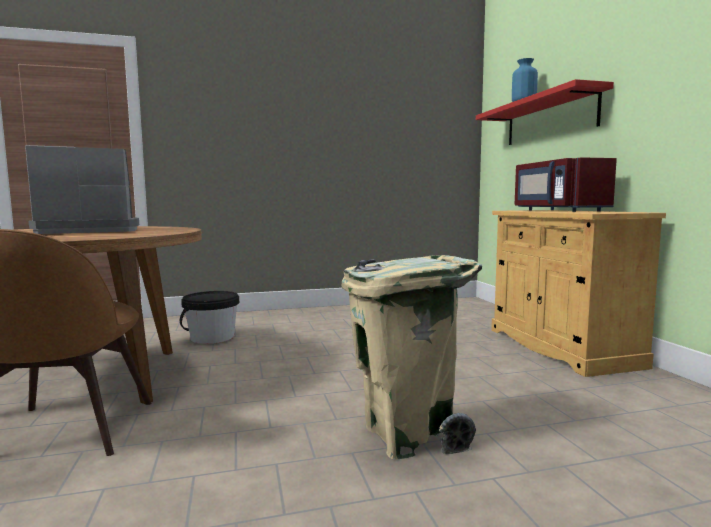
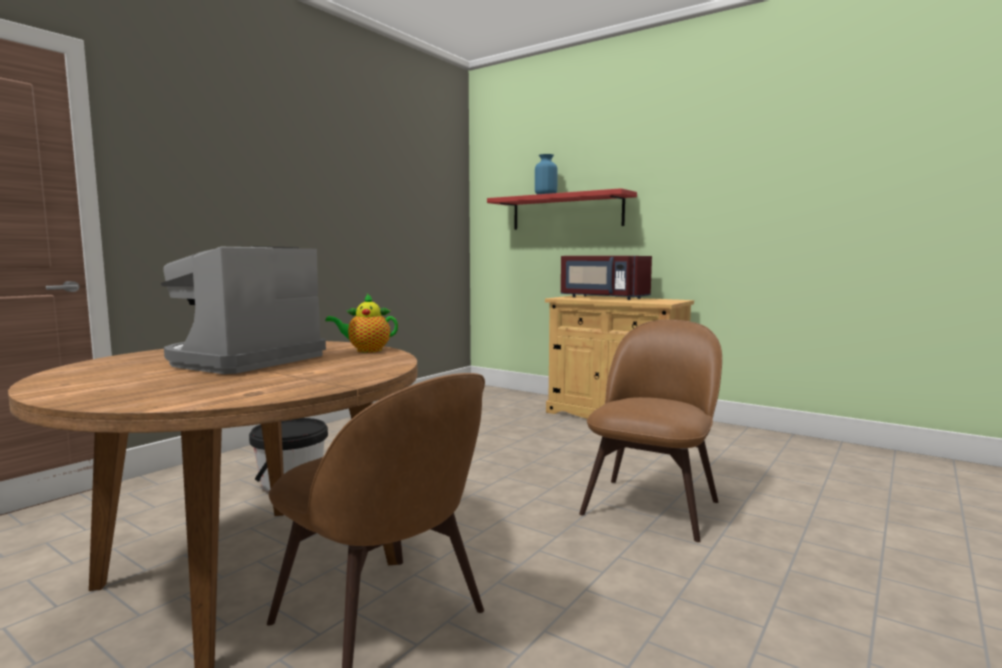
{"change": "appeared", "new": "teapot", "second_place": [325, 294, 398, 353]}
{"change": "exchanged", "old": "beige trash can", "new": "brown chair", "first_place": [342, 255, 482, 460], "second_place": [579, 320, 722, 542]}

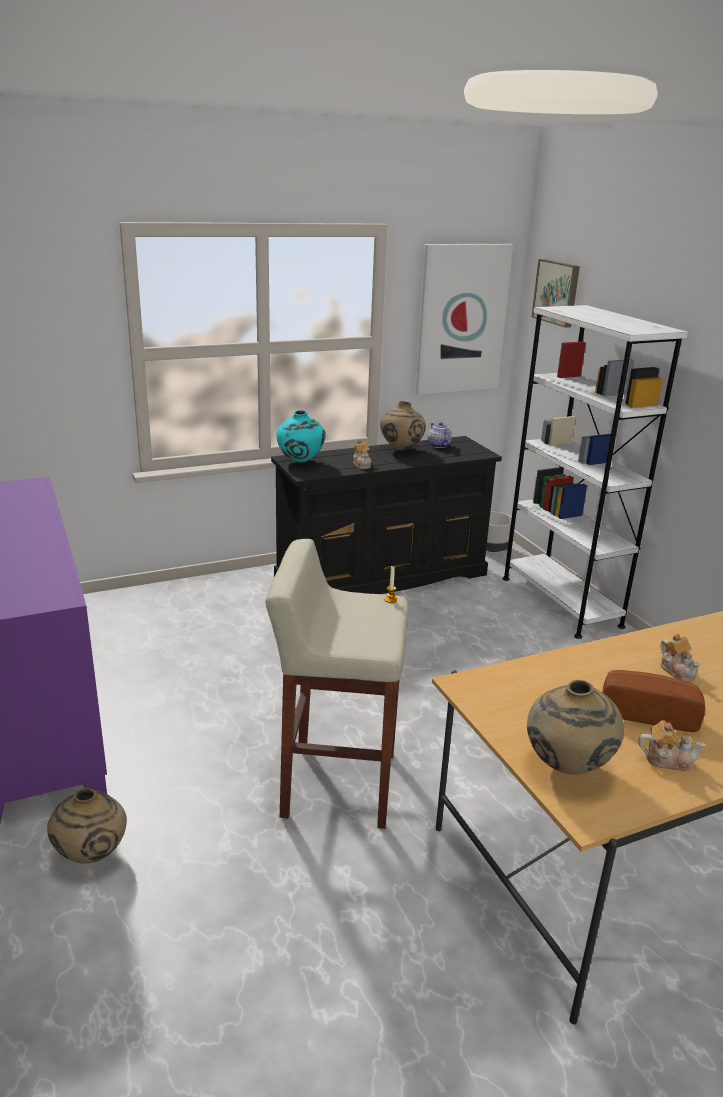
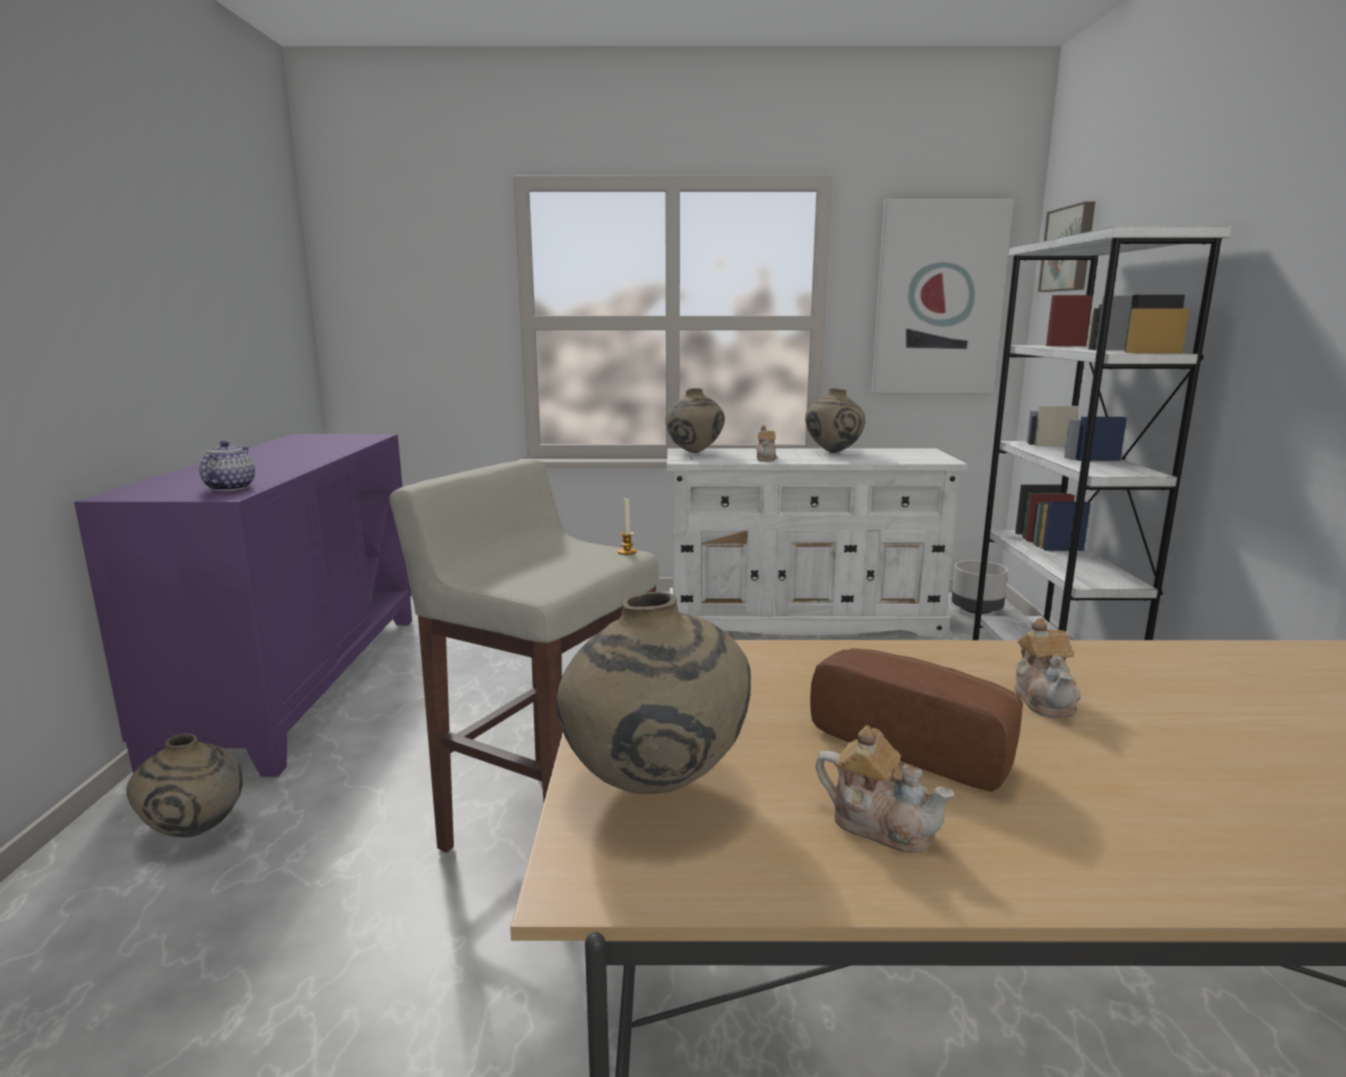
{"change": "relocated", "old": "teapot", "first_place": [427, 422, 452, 448], "second_place": [199, 441, 255, 491]}
{"change": "colour", "old": "black dresser", "new": "white dresser", "first_place": [271, 436, 502, 594], "second_place": [667, 448, 968, 636]}
{"change": "colour", "old": "turquoise vase", "new": "beige vase", "first_place": [276, 410, 326, 463], "second_place": [665, 388, 725, 453]}

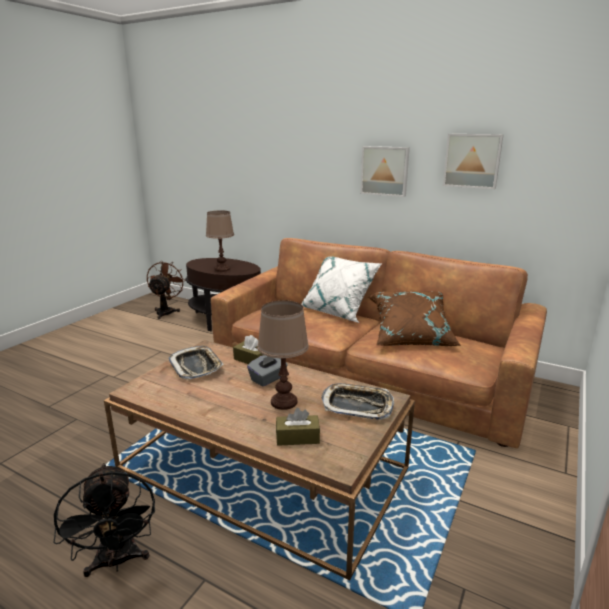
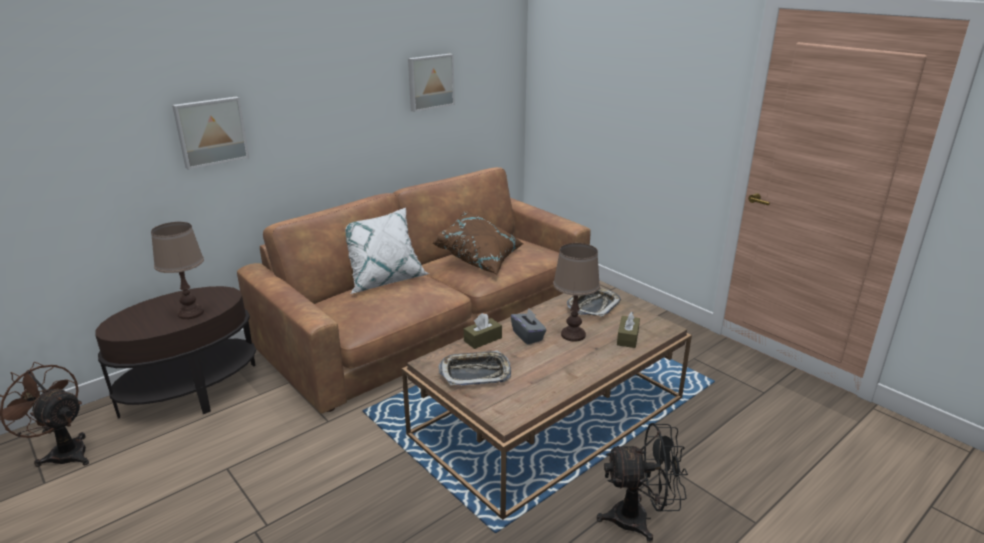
{"change": "relocated", "old": "picture", "first_place": [360, 146, 410, 197], "second_place": [172, 97, 249, 170]}

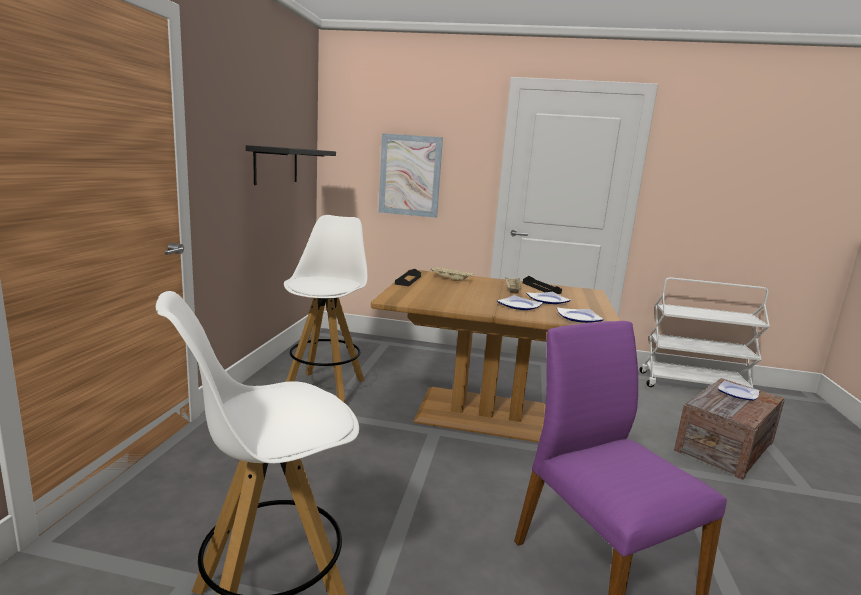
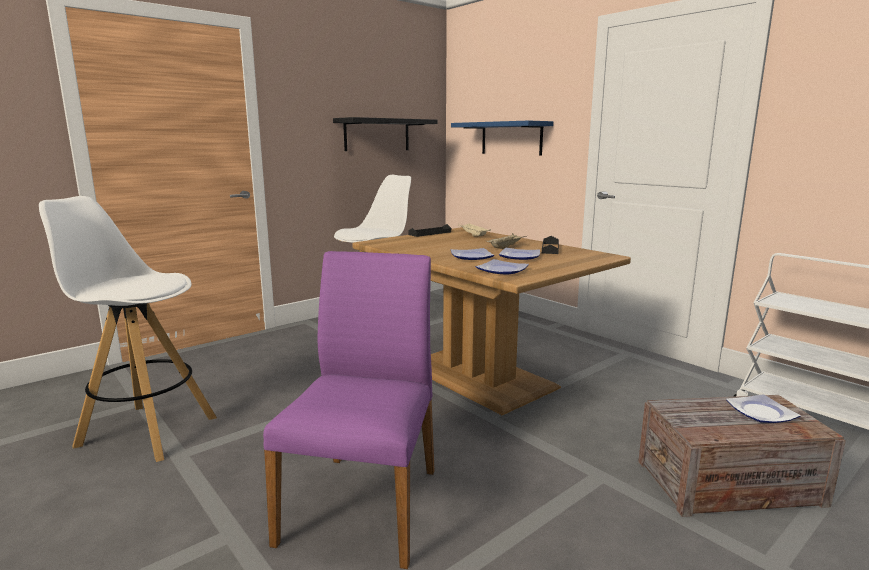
{"change": "exchanged", "old": "picture", "new": "blue shelf", "first_place": [379, 133, 443, 218], "second_place": [451, 120, 553, 155]}

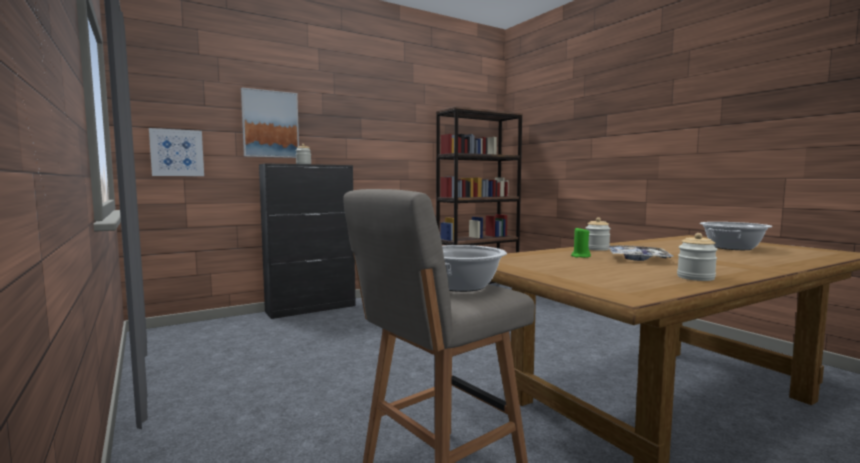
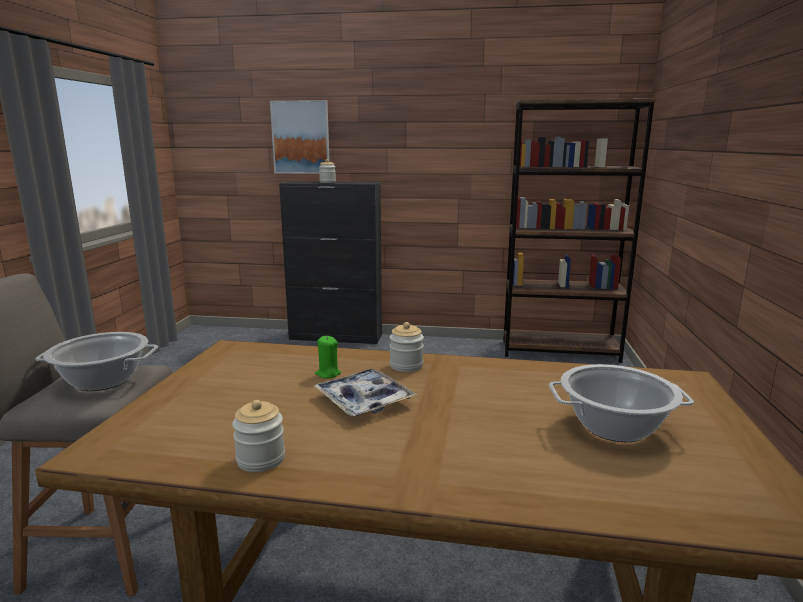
{"change": "missing", "old": "picture", "first_place": [149, 128, 204, 176]}

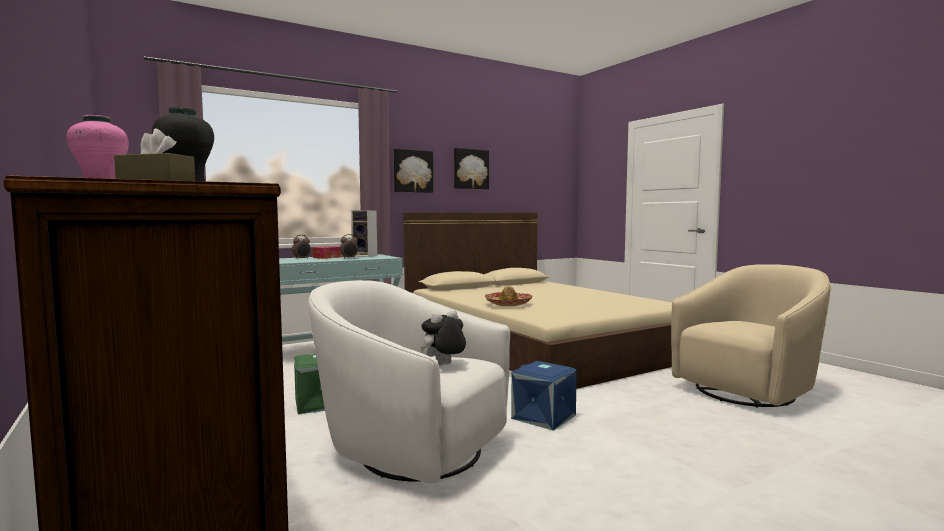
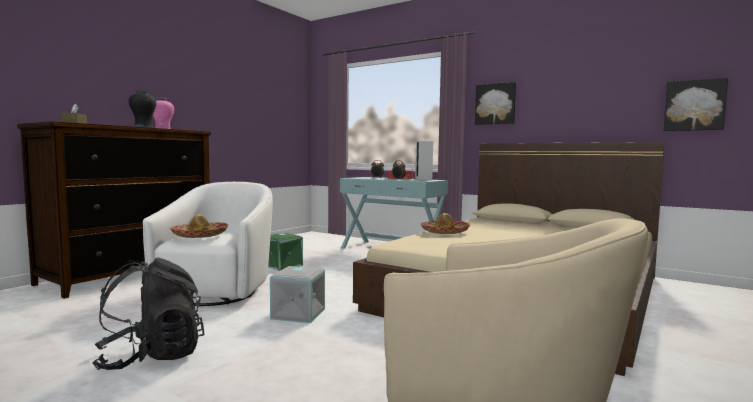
{"change": "appeared", "new": "black backpack", "second_place": [93, 257, 204, 370]}
{"change": "relocated", "old": "picture", "first_place": [454, 148, 489, 189], "second_place": [664, 78, 728, 131]}
{"change": "exchanged", "old": "plush toy", "new": "hat", "first_place": [420, 310, 466, 366], "second_place": [170, 214, 228, 238]}
{"change": "colour", "old": "blue storage box", "new": "grey storage box", "first_place": [511, 361, 577, 430], "second_place": [270, 266, 325, 323]}

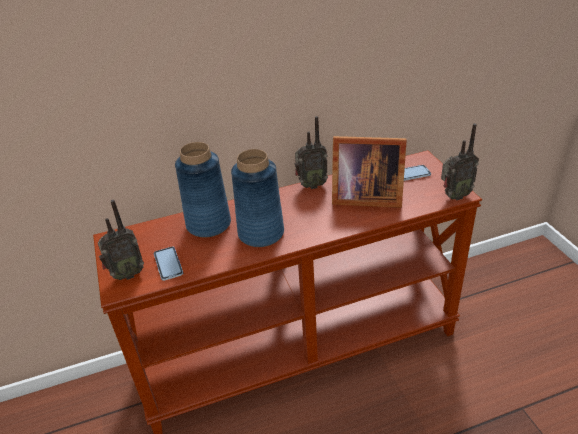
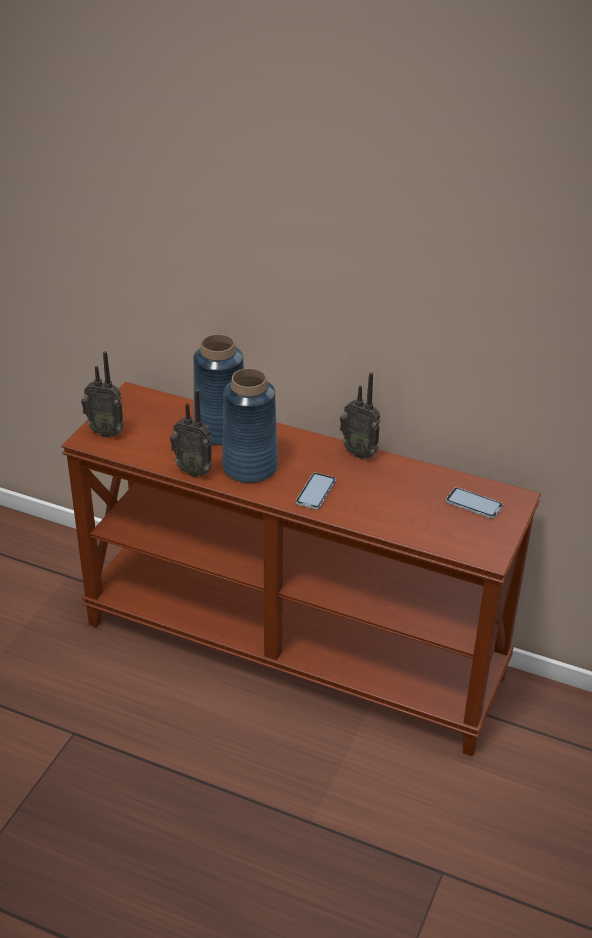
{"change": "missing", "old": "picture frame", "first_place": [332, 136, 407, 208]}
{"change": "relocated", "old": "phone", "first_place": [154, 247, 183, 281], "second_place": [296, 473, 336, 509]}
{"change": "relocated", "old": "radio", "first_place": [441, 123, 479, 200], "second_place": [170, 389, 212, 477]}

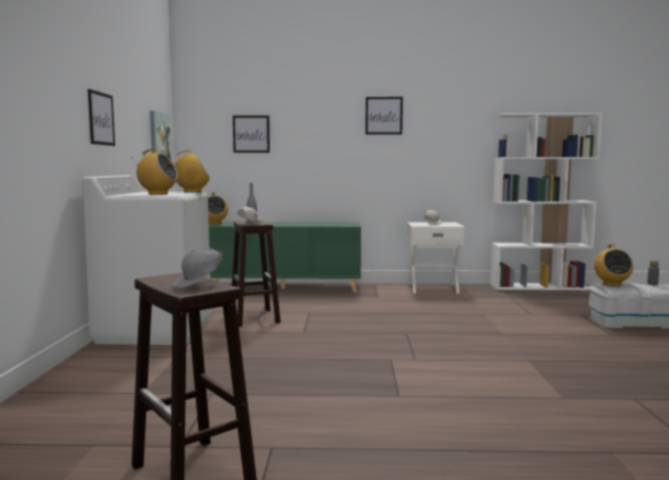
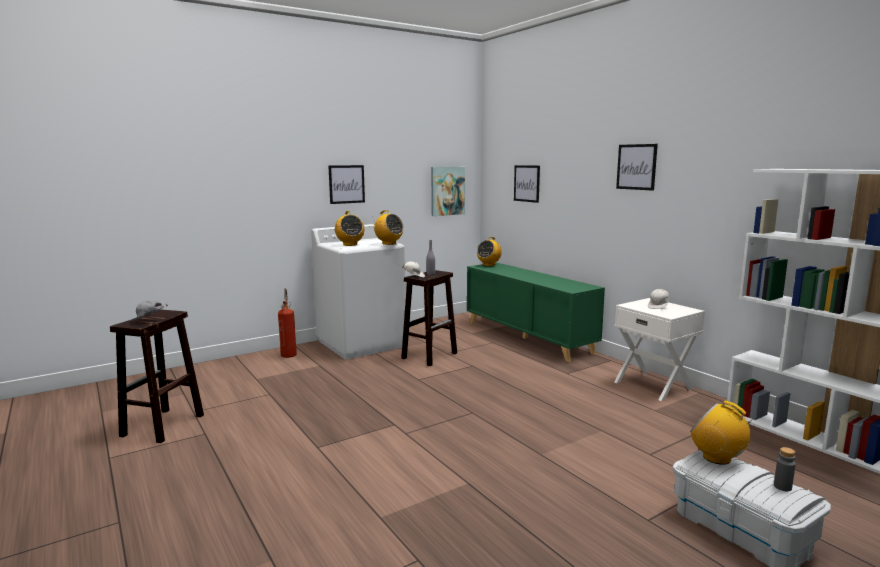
{"change": "appeared", "new": "fire extinguisher", "second_place": [278, 288, 297, 358]}
{"change": "spun", "old": "radio", "first_place": [594, 244, 633, 286], "second_place": [690, 401, 758, 465], "degrees": 75}

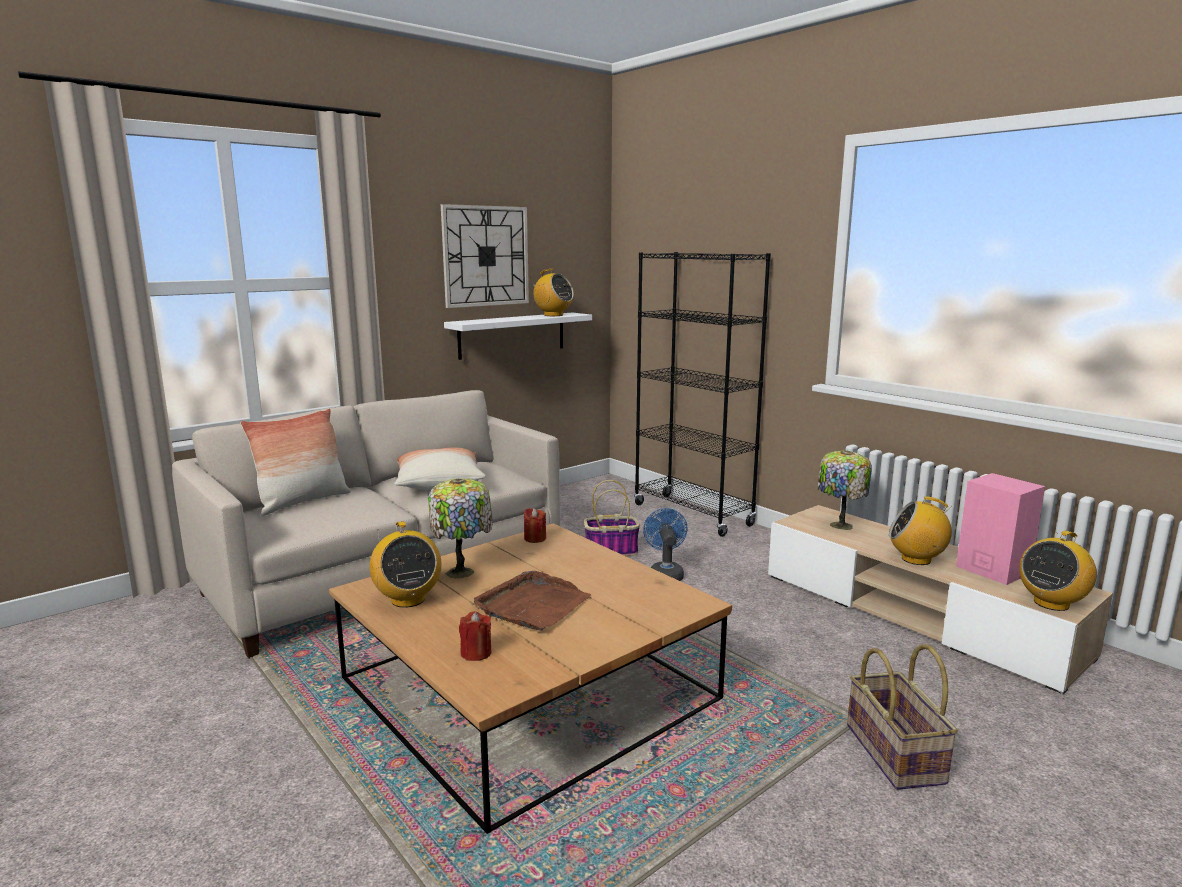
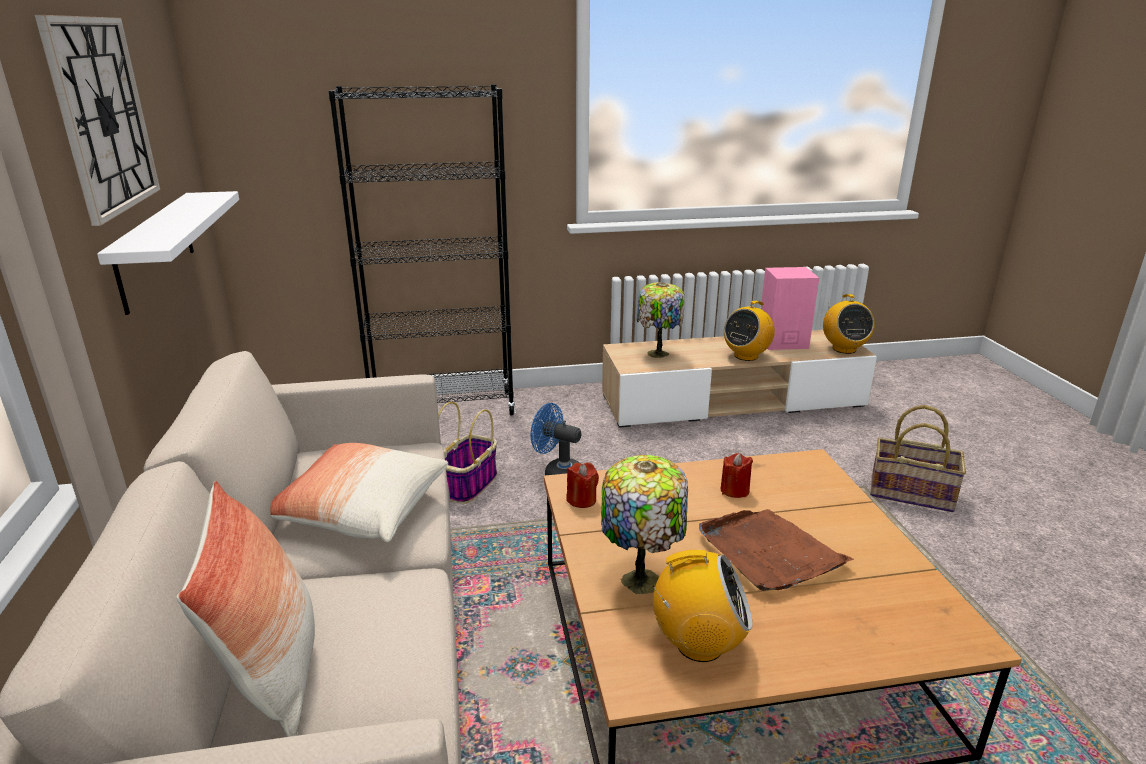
{"change": "missing", "old": "radio", "first_place": [533, 269, 574, 316]}
{"change": "relocated", "old": "red candle", "first_place": [459, 612, 491, 661], "second_place": [720, 453, 753, 498]}

